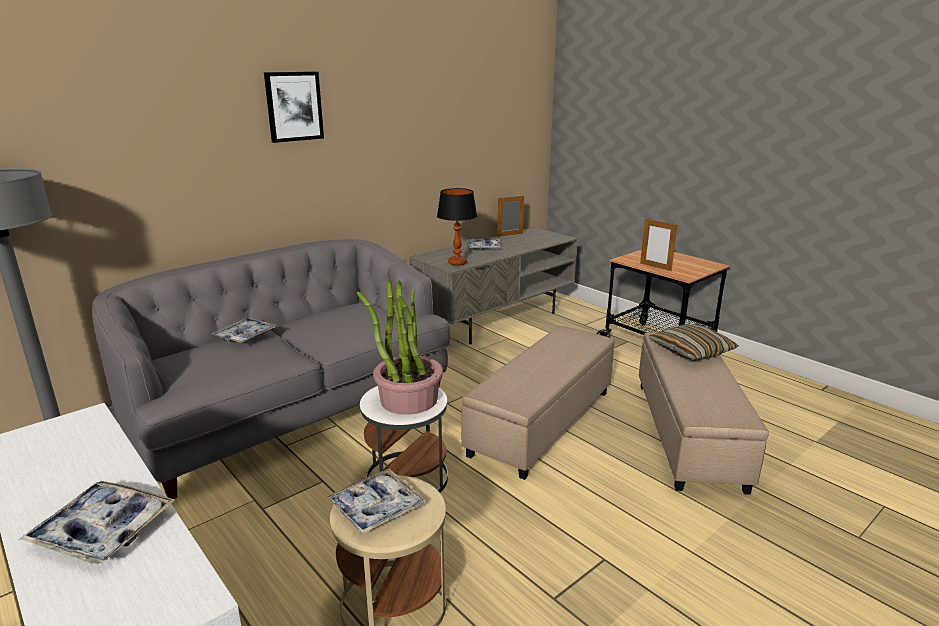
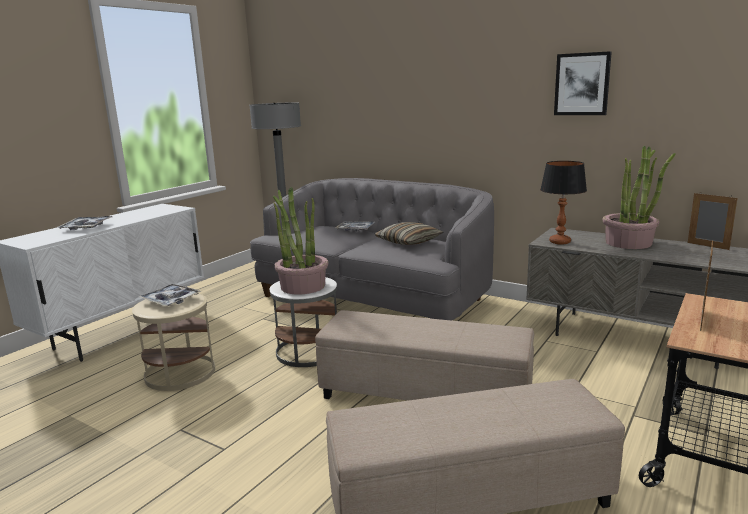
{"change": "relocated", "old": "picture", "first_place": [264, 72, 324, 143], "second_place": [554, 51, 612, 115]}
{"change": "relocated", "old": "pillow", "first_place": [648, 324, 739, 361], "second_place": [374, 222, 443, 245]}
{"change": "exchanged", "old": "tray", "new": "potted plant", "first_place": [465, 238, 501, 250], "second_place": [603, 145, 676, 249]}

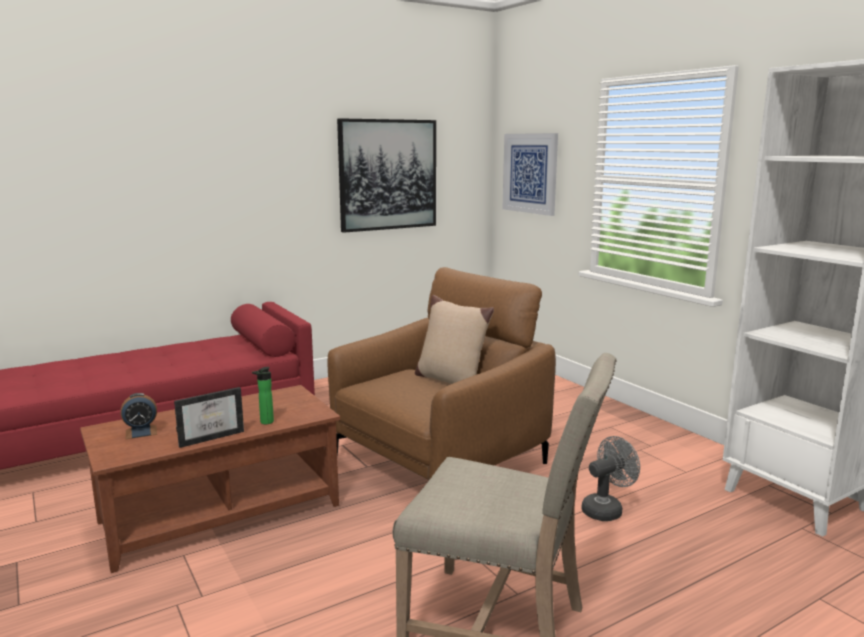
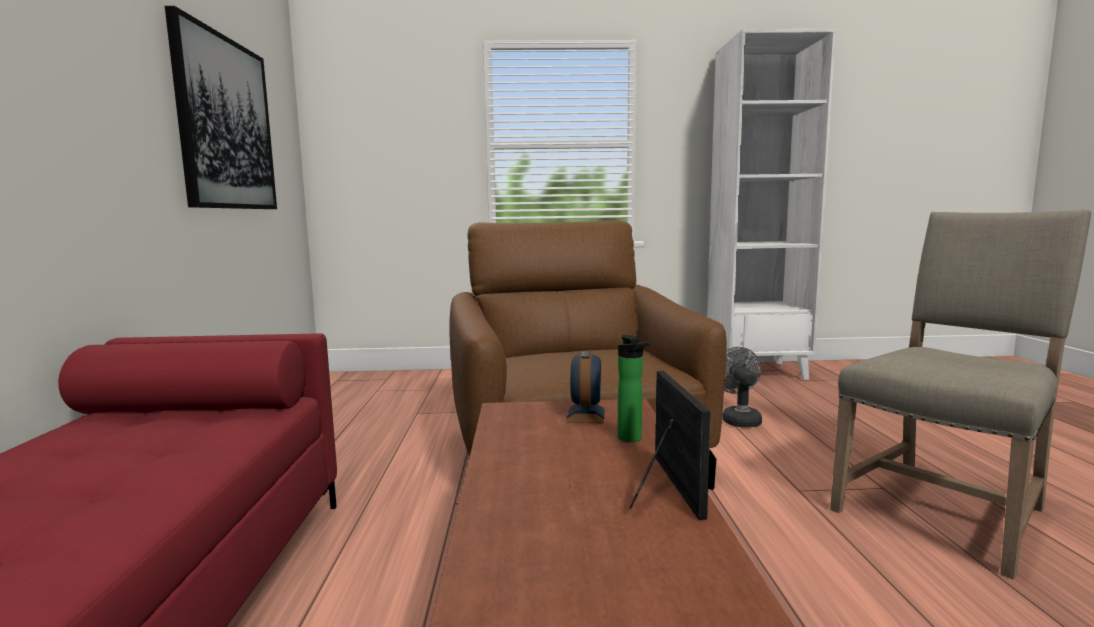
{"change": "missing", "old": "beige pillow", "first_place": [415, 295, 494, 384]}
{"change": "missing", "old": "picture", "first_place": [502, 133, 558, 216]}
{"change": "relocated", "old": "alarm clock", "first_place": [120, 393, 157, 439], "second_place": [566, 351, 605, 424]}

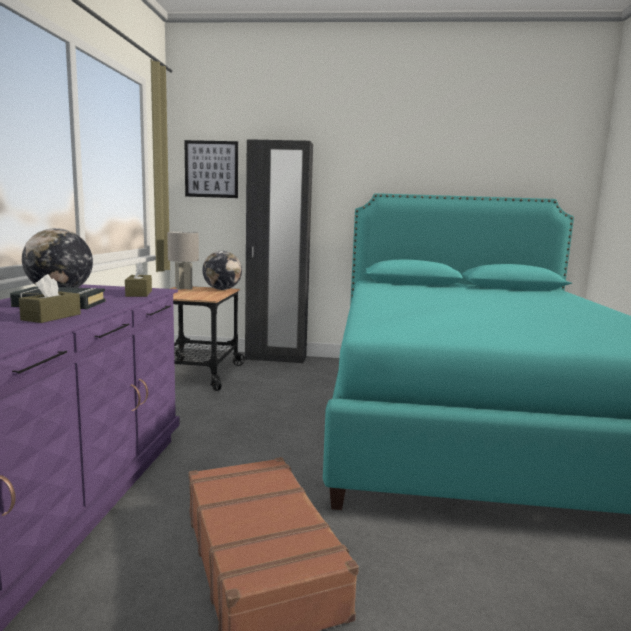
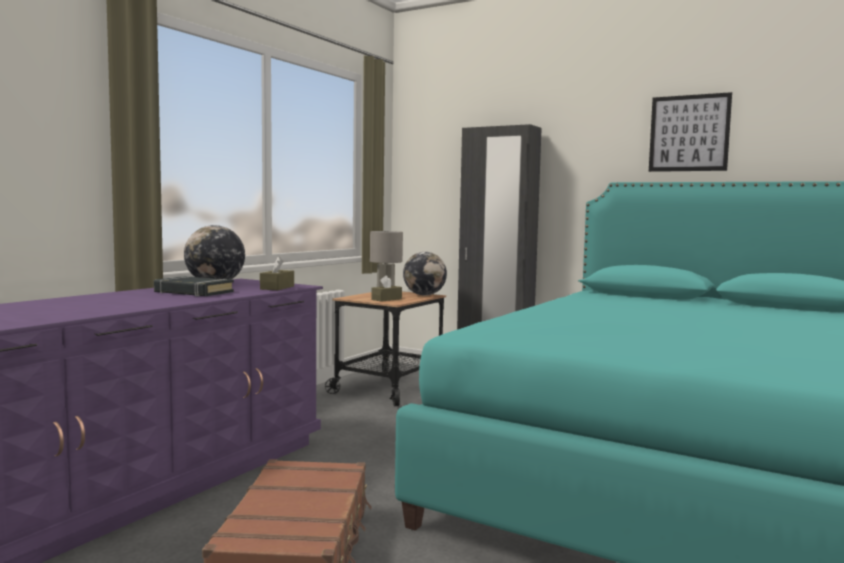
{"change": "relocated", "old": "brown tissue box", "first_place": [19, 274, 81, 323], "second_place": [371, 275, 402, 302]}
{"change": "relocated", "old": "picture", "first_place": [184, 140, 238, 198], "second_place": [649, 92, 732, 172]}

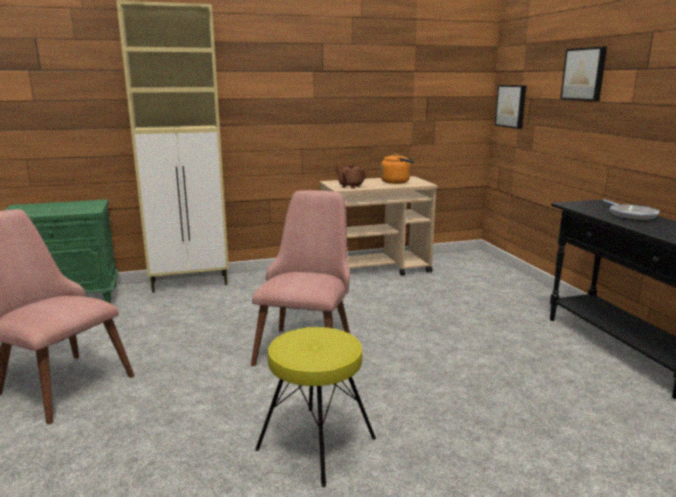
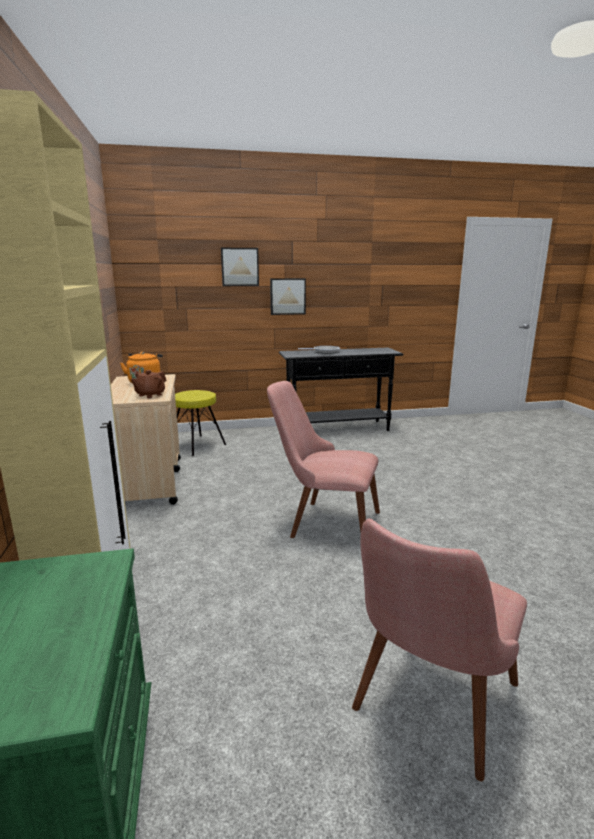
{"change": "relocated", "old": "yellow stool", "first_place": [255, 327, 376, 487], "second_place": [175, 390, 226, 456]}
{"change": "relocated", "old": "picture", "first_place": [495, 85, 526, 129], "second_place": [270, 278, 306, 315]}

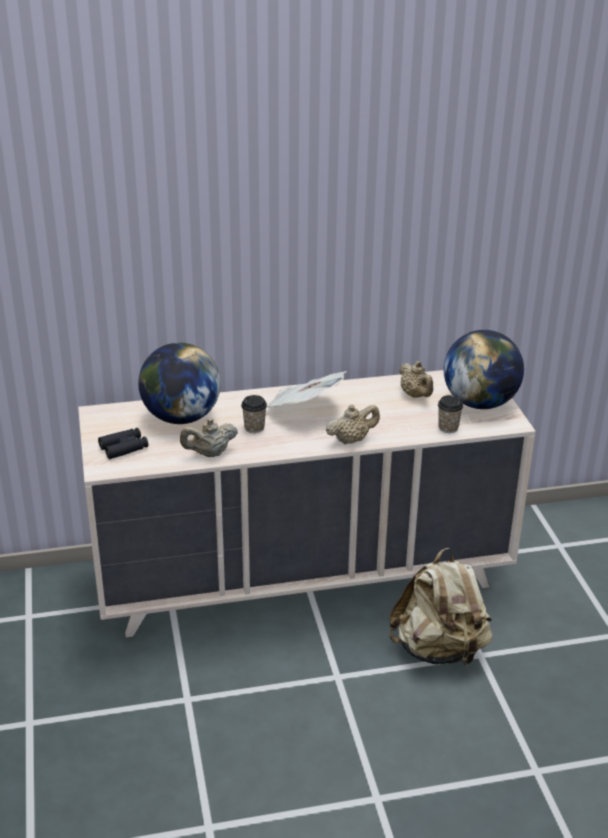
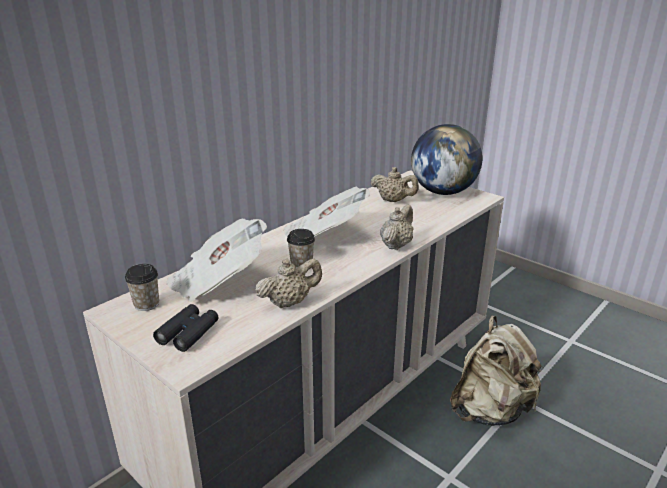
{"change": "relocated", "old": "cup", "first_place": [438, 395, 463, 433], "second_place": [125, 264, 159, 311]}
{"change": "exchanged", "old": "globe", "new": "newspaper", "first_place": [138, 343, 221, 424], "second_place": [166, 218, 267, 302]}
{"change": "spun", "old": "beige teapot", "first_place": [180, 419, 238, 457], "second_place": [255, 259, 322, 308], "degrees": -150}

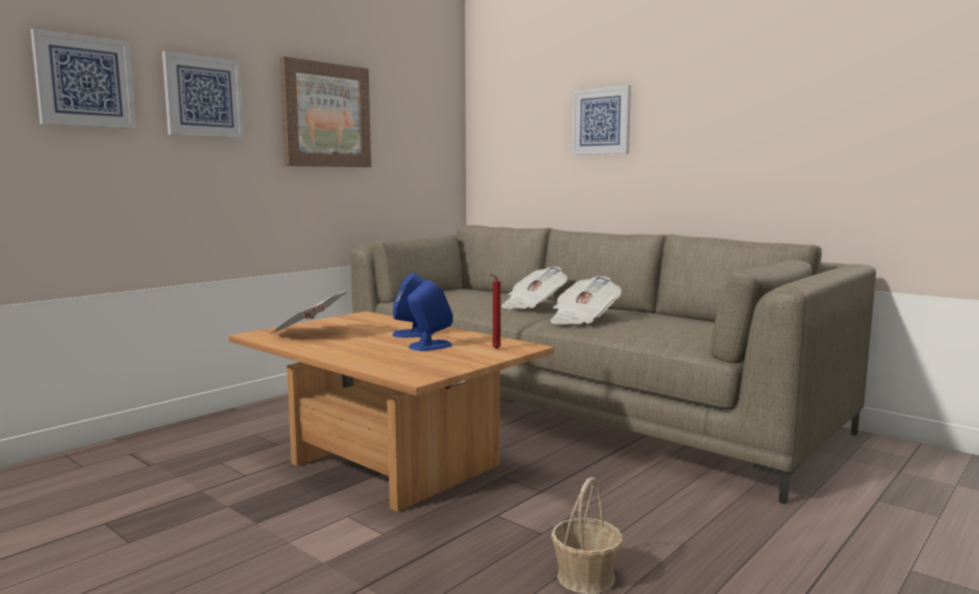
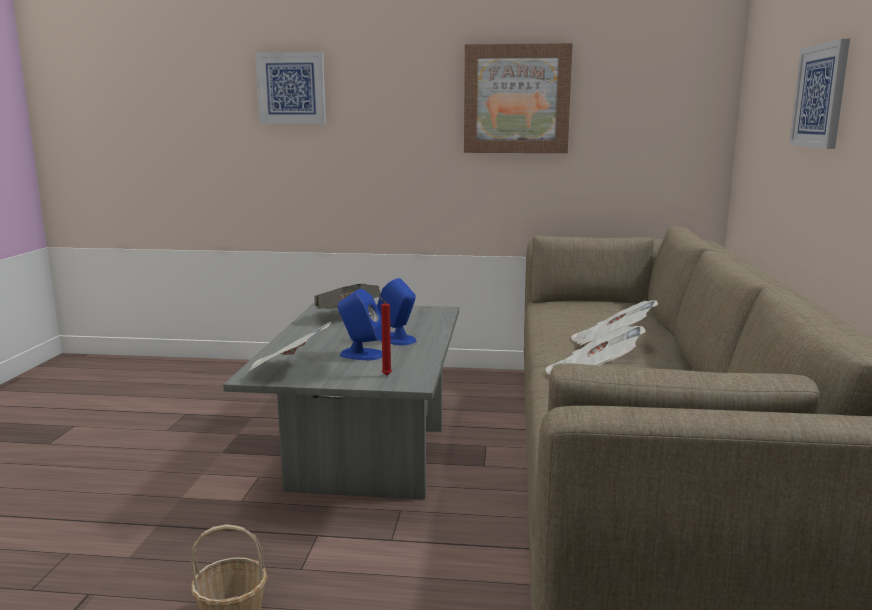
{"change": "missing", "old": "picture", "first_place": [162, 51, 244, 138]}
{"change": "appeared", "new": "newspaper", "second_place": [247, 322, 331, 372]}
{"change": "colour", "old": "brown coffee table", "new": "grey coffee table", "first_place": [229, 311, 554, 512], "second_place": [223, 303, 459, 500]}

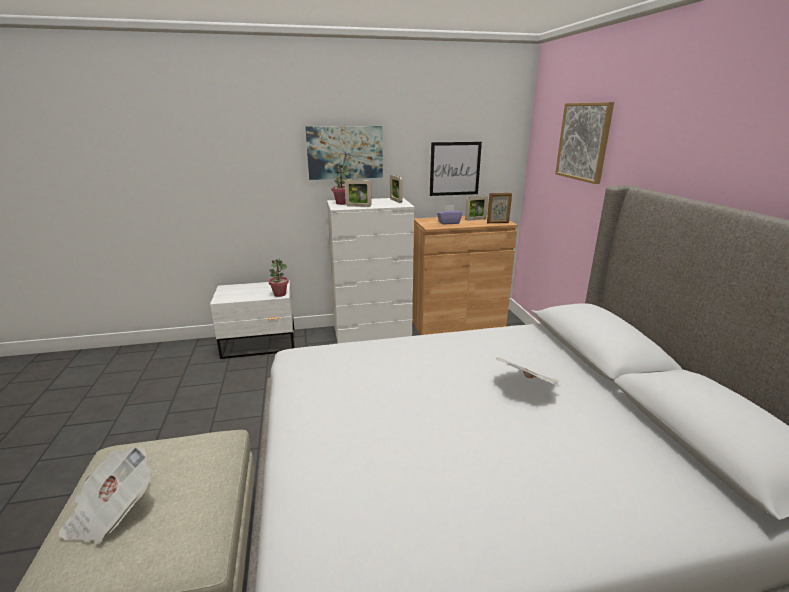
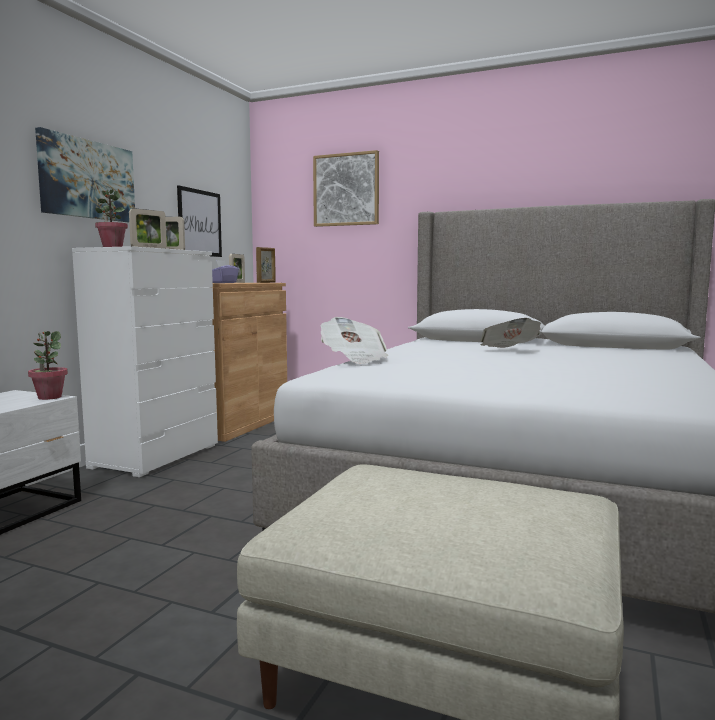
{"change": "relocated", "old": "newspaper", "first_place": [59, 447, 151, 544], "second_place": [321, 317, 388, 364]}

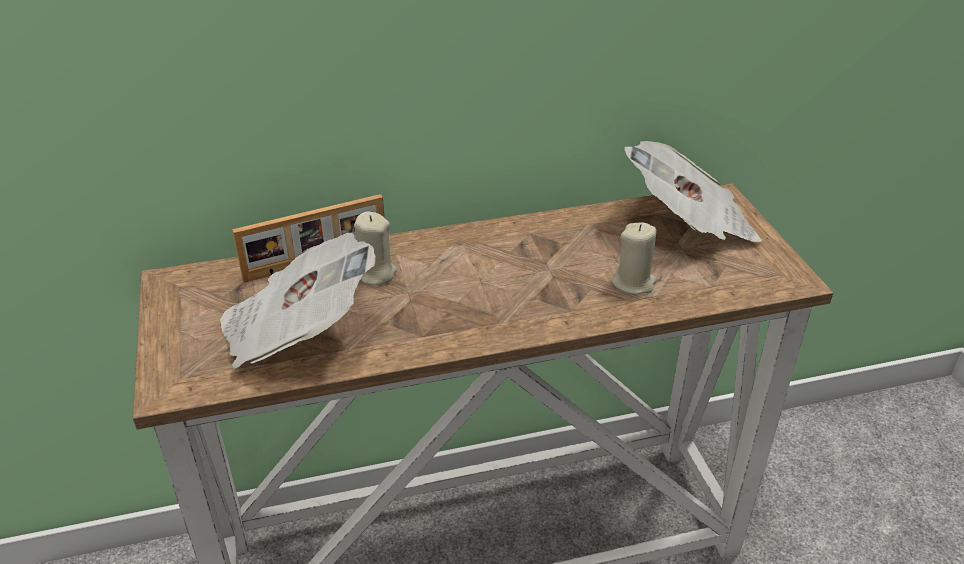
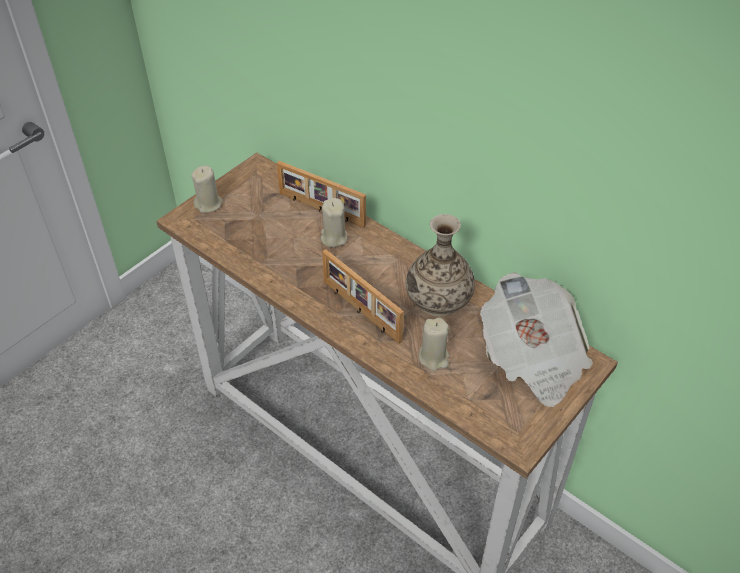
{"change": "missing", "old": "newspaper", "first_place": [220, 233, 376, 369]}
{"change": "appeared", "new": "beige candle", "second_place": [191, 165, 223, 213]}
{"change": "appeared", "new": "picture frame", "second_place": [322, 249, 404, 344]}
{"change": "appeared", "new": "vase", "second_place": [406, 214, 475, 317]}

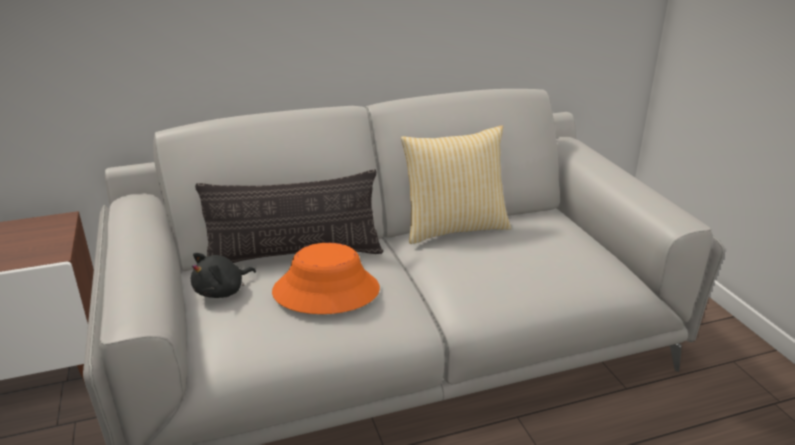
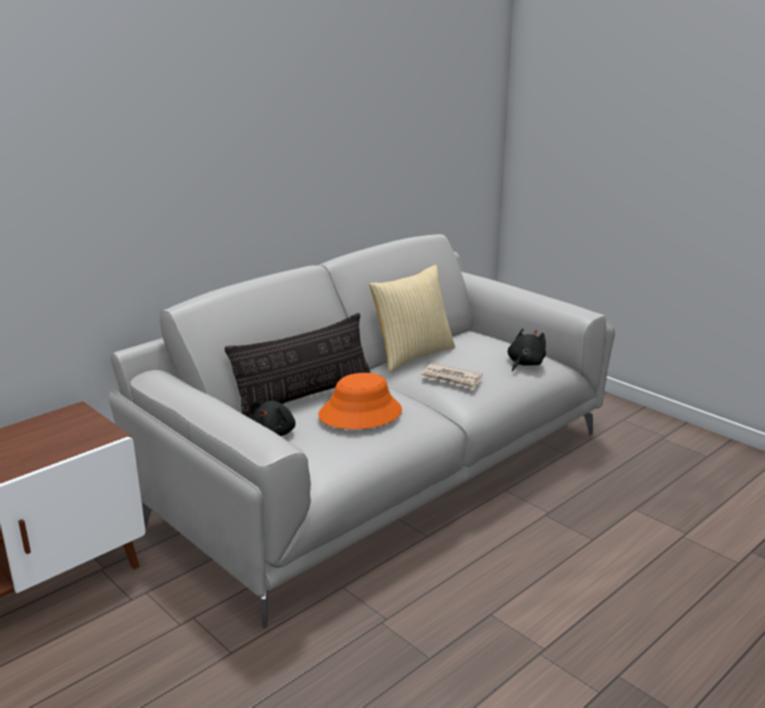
{"change": "appeared", "new": "newspaper", "second_place": [421, 363, 483, 390]}
{"change": "appeared", "new": "black plush toy", "second_place": [508, 328, 546, 372]}

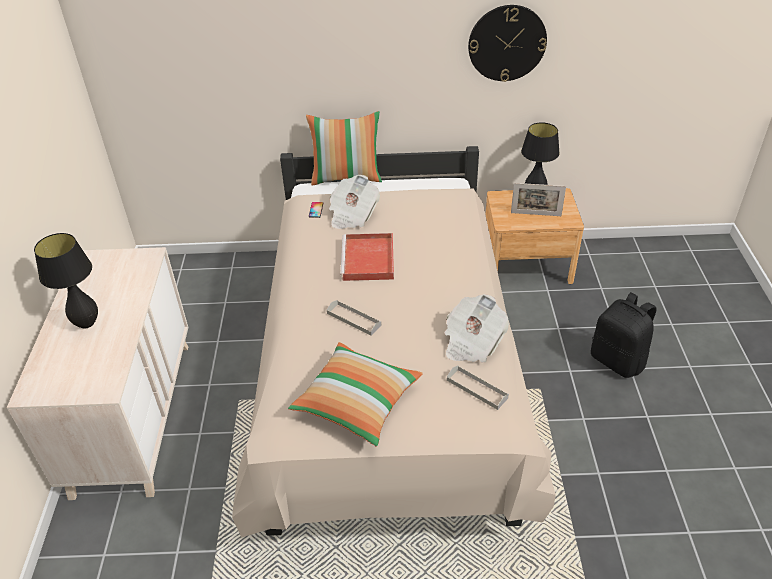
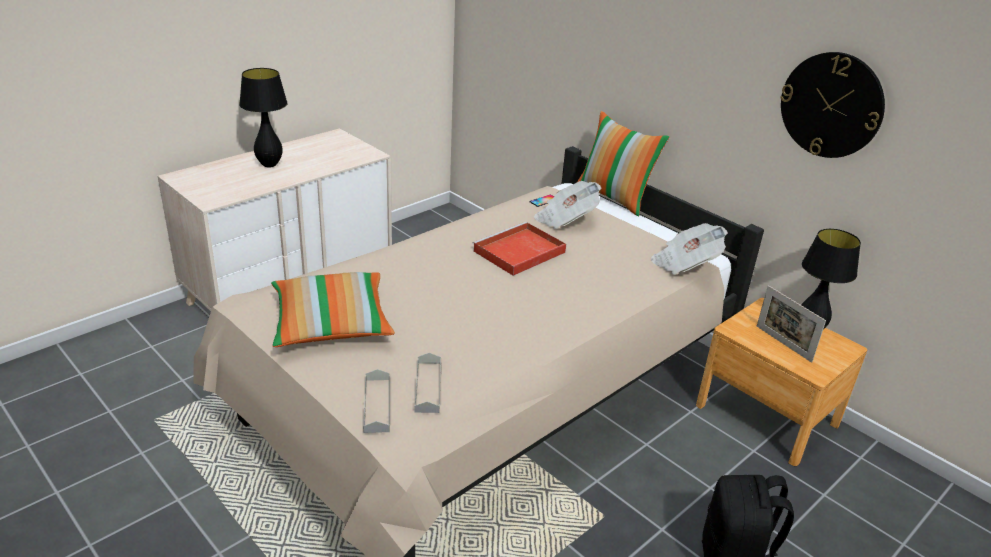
{"change": "relocated", "old": "grey tray", "first_place": [327, 300, 382, 336], "second_place": [363, 369, 390, 433]}
{"change": "relocated", "old": "newspaper", "first_place": [444, 294, 509, 363], "second_place": [651, 223, 728, 275]}

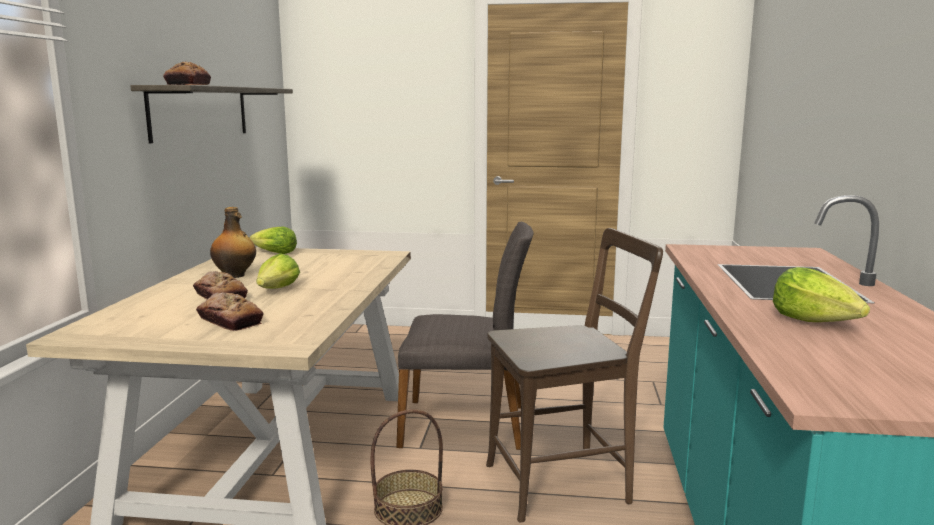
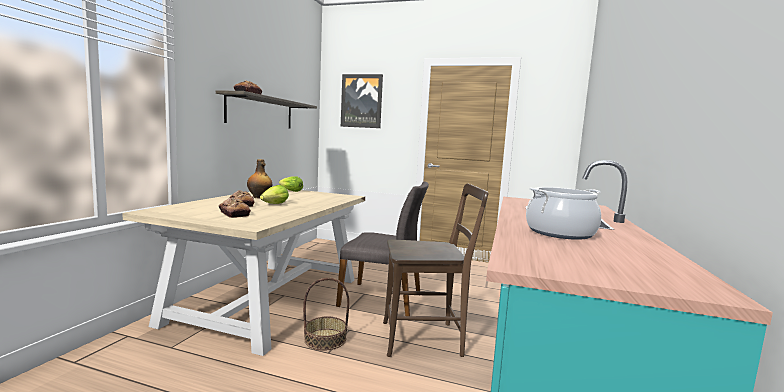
{"change": "appeared", "new": "picture", "second_place": [341, 74, 383, 128]}
{"change": "exchanged", "old": "lettuce", "new": "cooking pot", "first_place": [773, 267, 870, 322], "second_place": [526, 187, 601, 240]}

